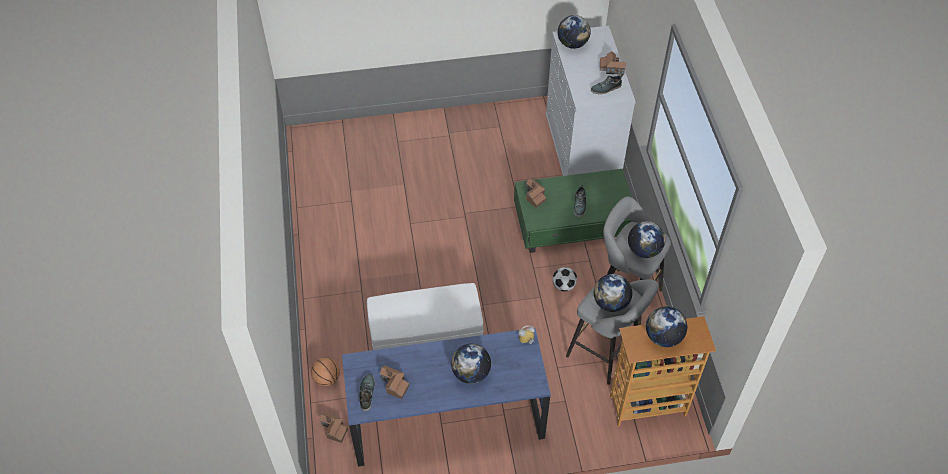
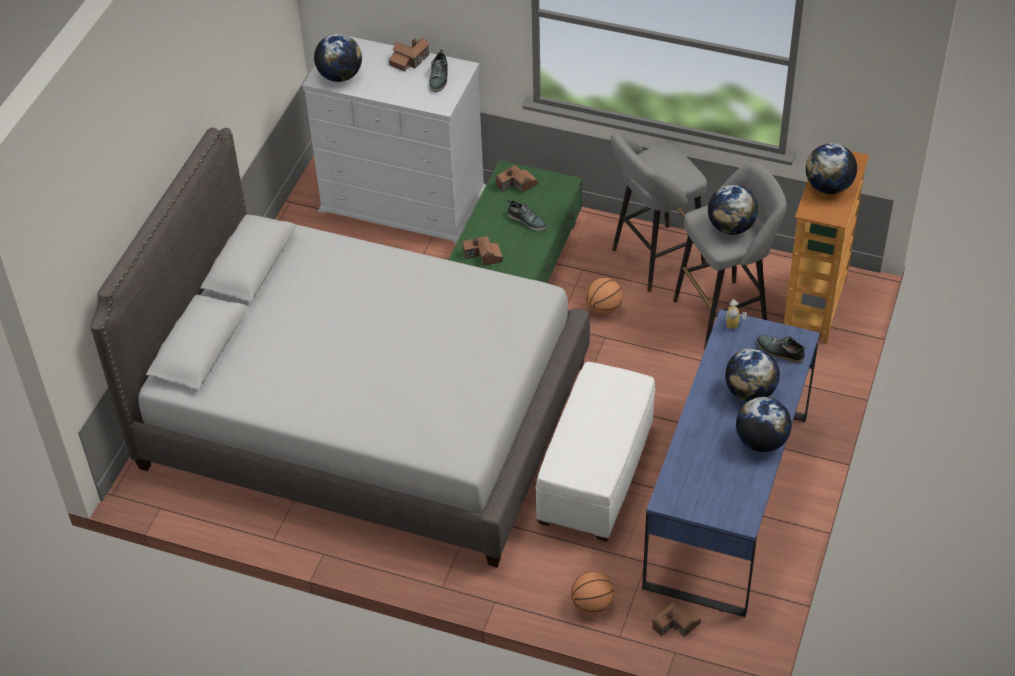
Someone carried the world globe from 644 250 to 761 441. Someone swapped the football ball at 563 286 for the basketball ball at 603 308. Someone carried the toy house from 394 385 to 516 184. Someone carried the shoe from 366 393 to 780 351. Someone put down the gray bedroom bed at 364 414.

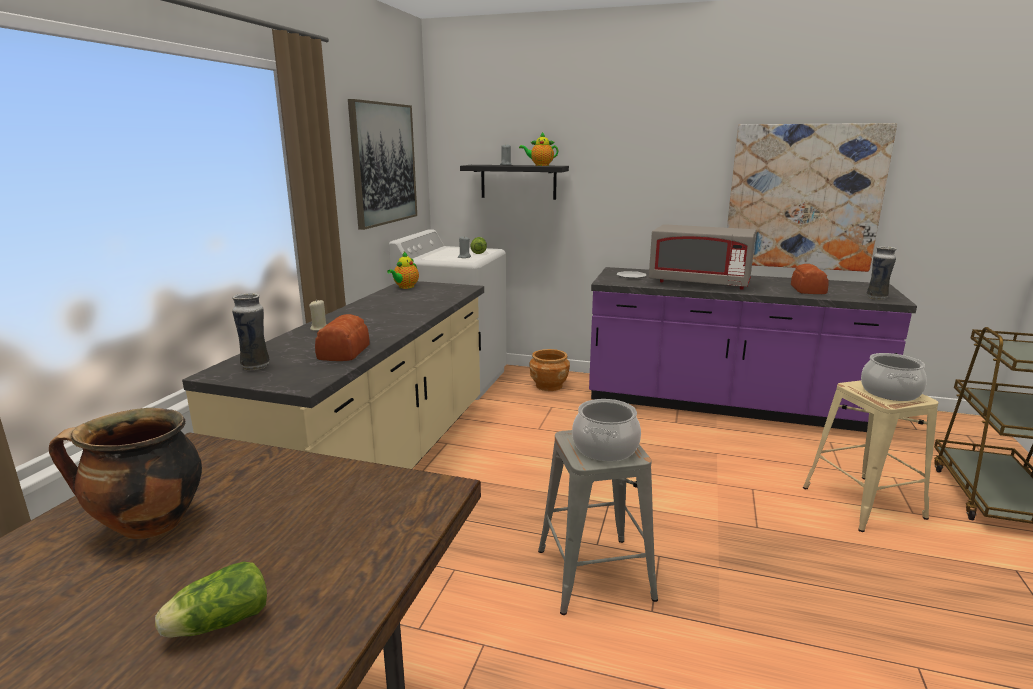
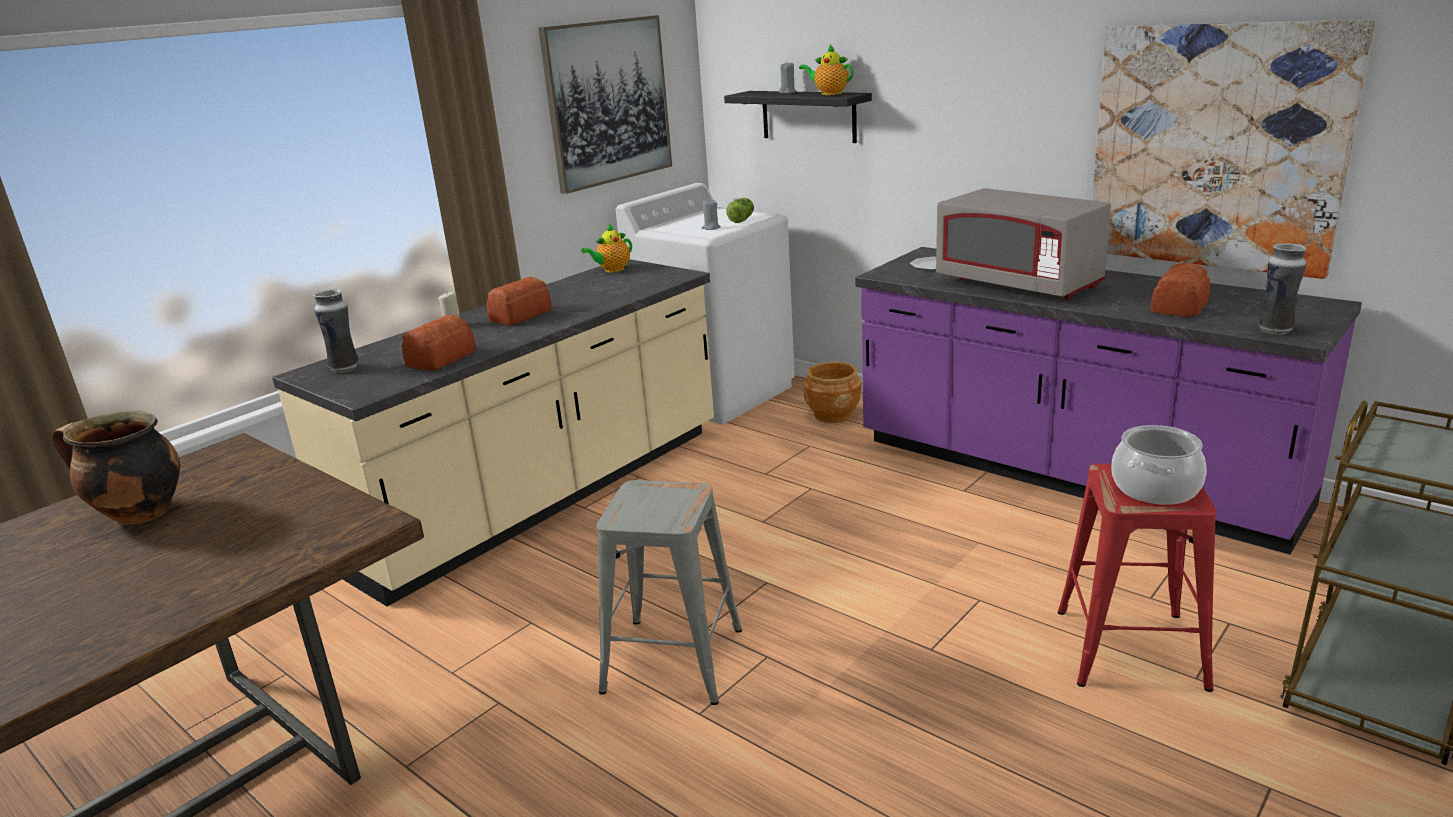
Someone repainted the beige-coloured stool seat at 864 502, which became the reddish stool seat at 1132 648. Someone took away the cooking pot at 605 448. Someone took away the head of lettuce at 216 624. Someone put down the baked bread at 522 315.

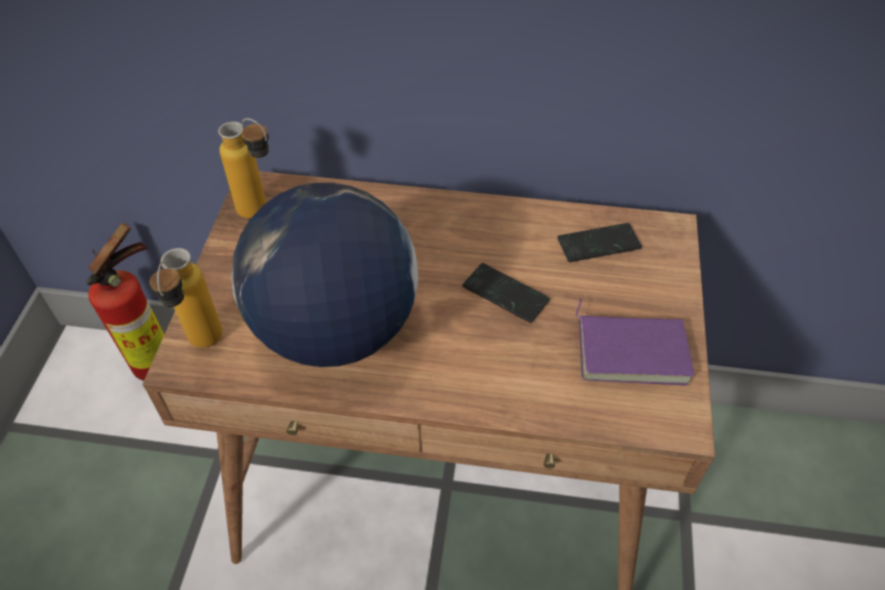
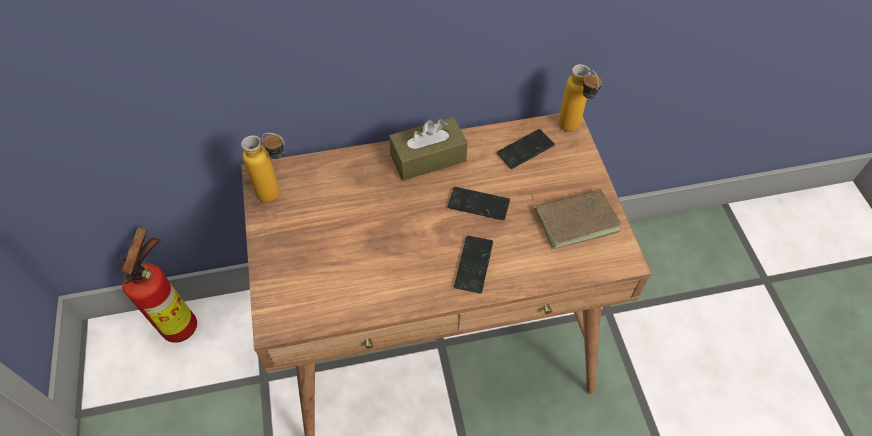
Someone took away the world globe at 335 330. Someone carried the drink bottle from 202 347 to 572 131. Someone repainted the purple bound book at 632 350, which became the brown bound book at 575 218. Someone put down the brown tissue box at 428 158. Someone put down the handset at 473 265.

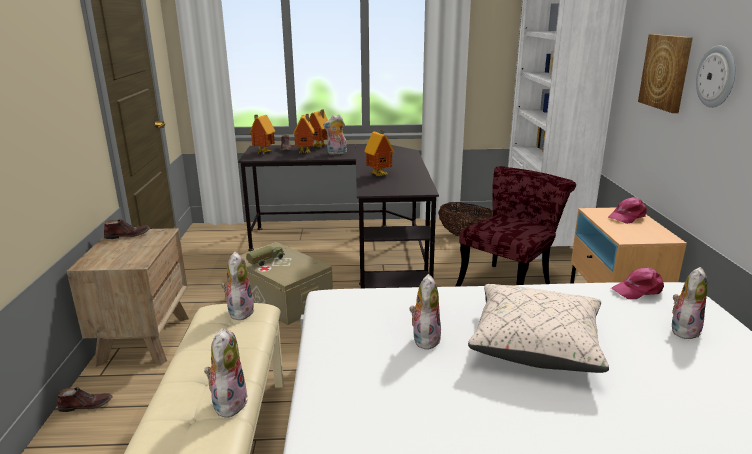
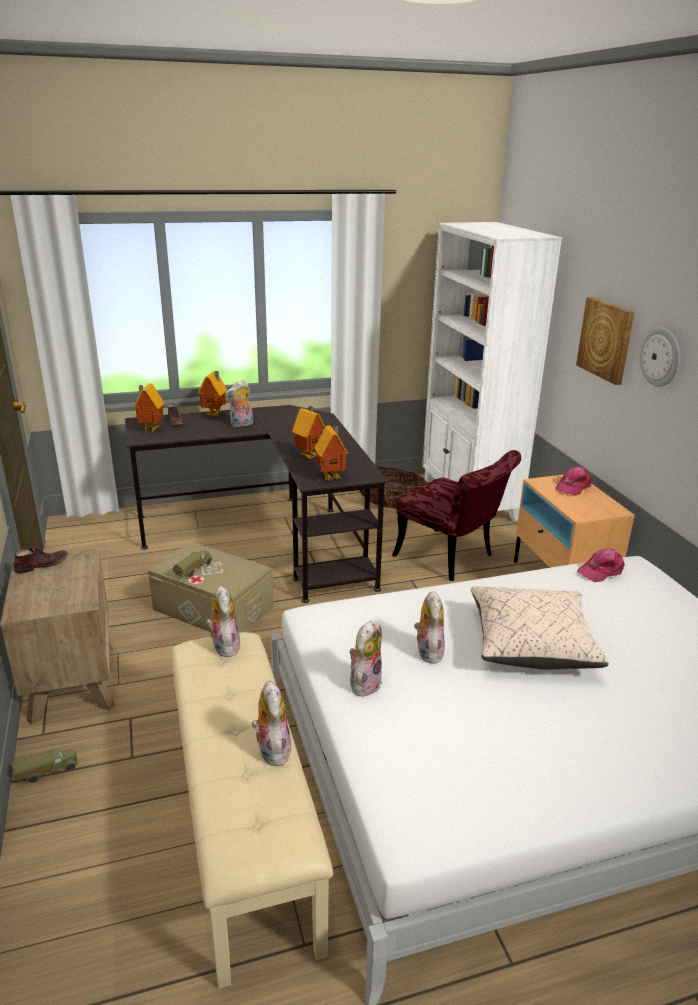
Someone carried the toy house from 306 152 to 332 477. Someone rotated the reddish upright chair at 509 282 by 105 degrees clockwise. Someone carried the soft toy from 683 329 to 364 683. Someone swapped the brown shoe at 86 405 for the toy lorry at 47 771.

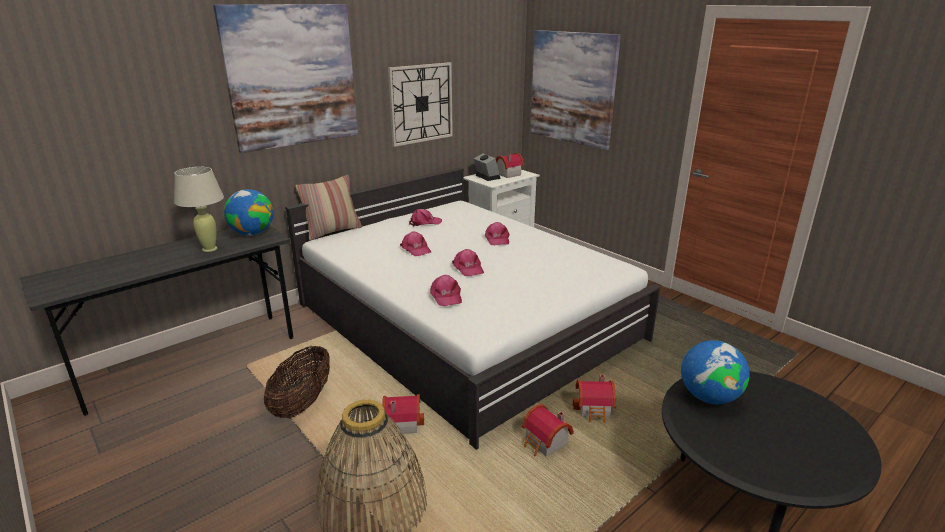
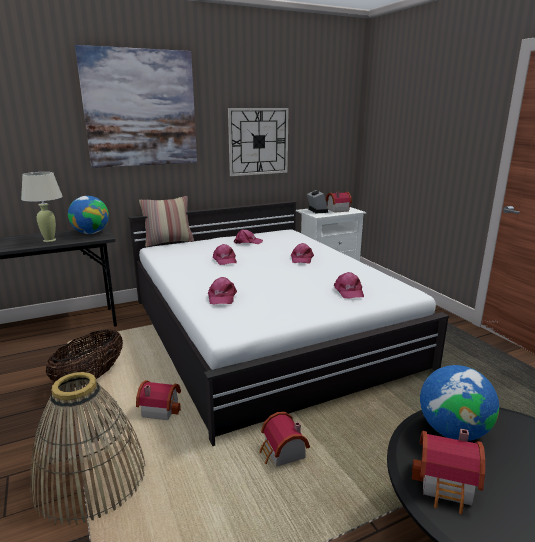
Someone took away the wall picture at 572 88. Someone carried the pink-coloured baseball cap from 468 268 to 348 291. Someone carried the toy house from 595 410 to 447 486.

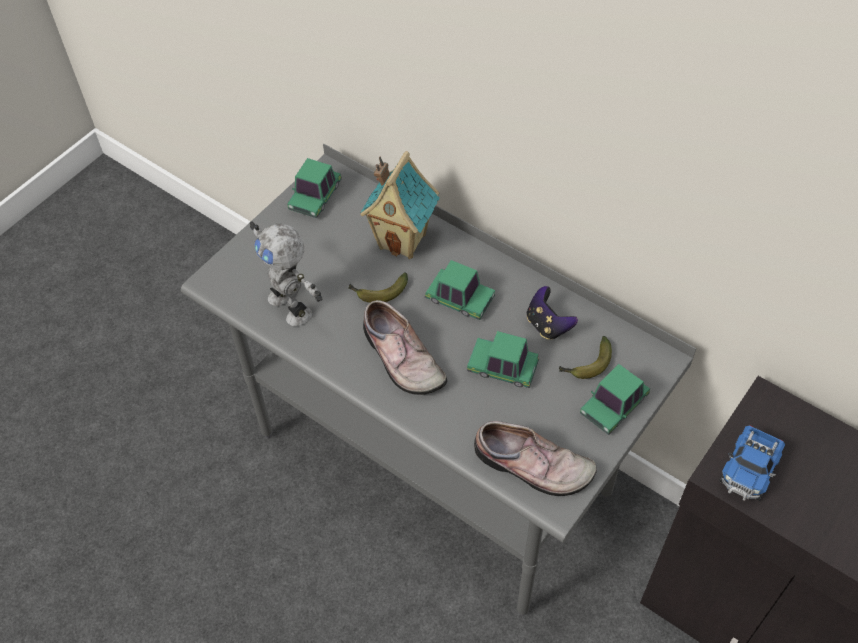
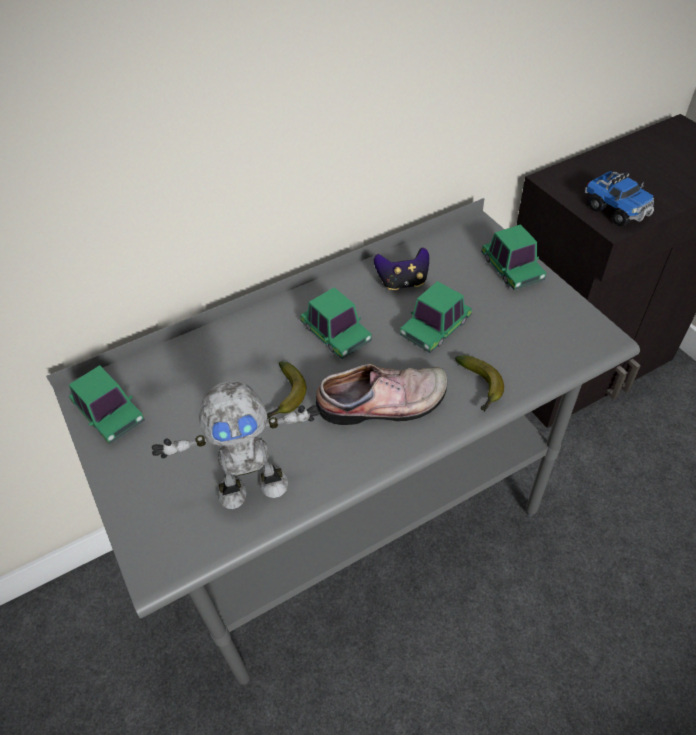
Someone took away the toy house at 403 240. Someone rotated the miniature car at 459 299 by 90 degrees clockwise. Someone carried the banana from 586 365 to 480 387. Someone took away the shoe at 532 467.

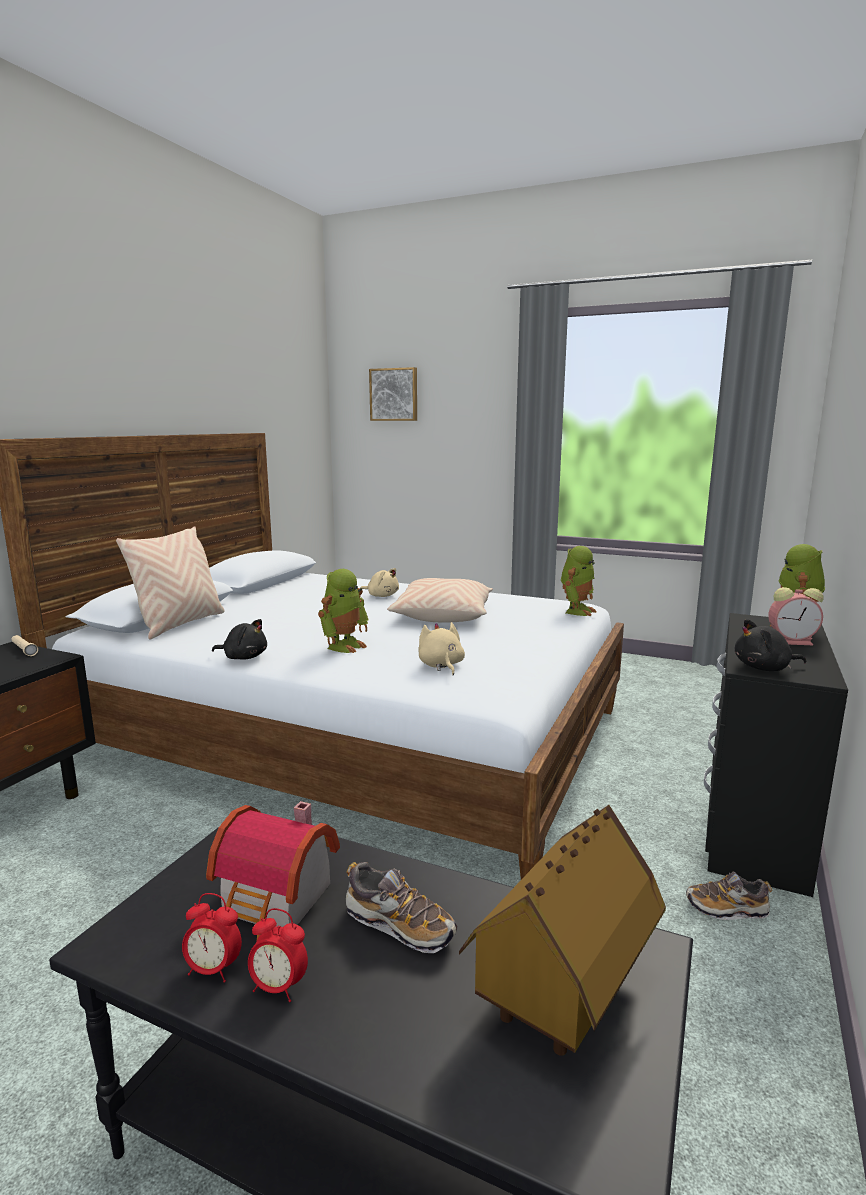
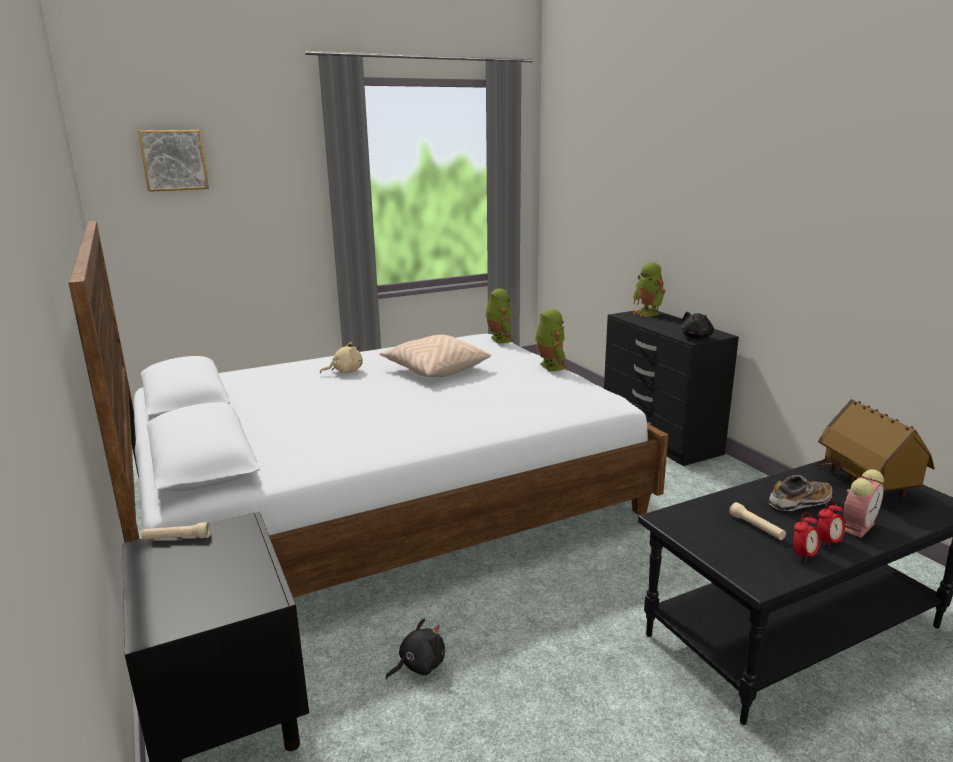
Someone took away the beige-coloured pillow at 180 624. Someone carried the model robot from 344 646 to 549 367. Someone carried the bedside clock from 792 641 to 858 526. Someone carried the black-coloured soft toy from 243 657 to 419 665. Someone took away the beige-coloured soft toy at 441 666. Someone swapped the toy house at 276 903 for the beige-coloured flashlight at 756 527. Someone took away the shoe at 727 909.

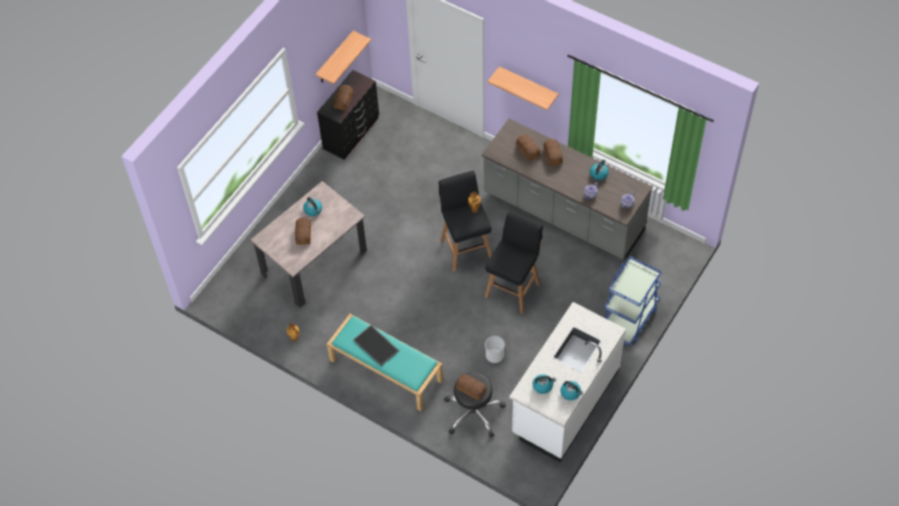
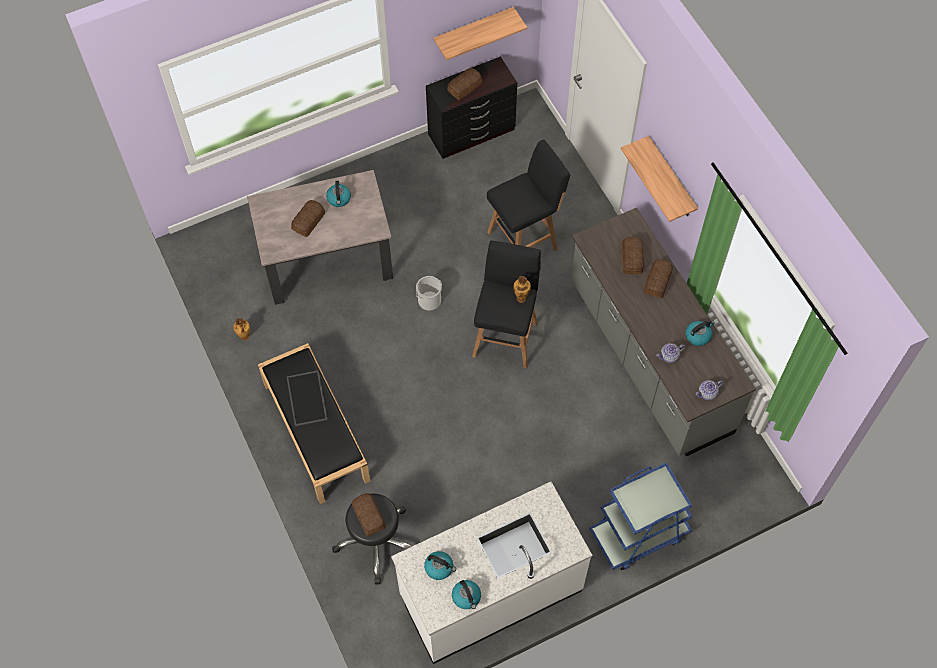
Someone carried the black-coloured stool seat from 513 288 to 524 240. Someone repainted the turquoise-coloured long seat at 385 370, which became the black-coloured long seat at 315 431. Someone carried the water bucket from 494 355 to 429 301.

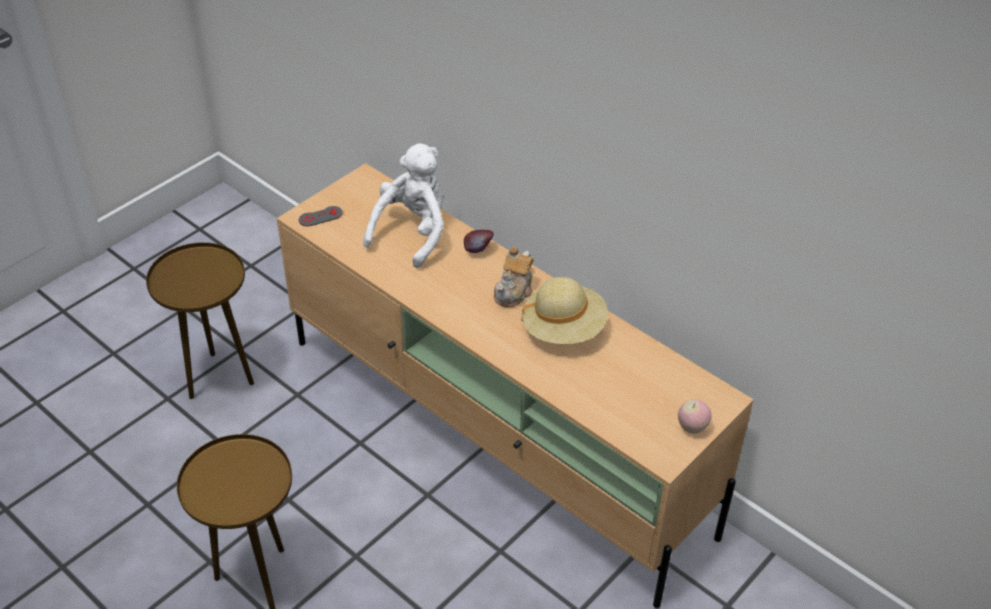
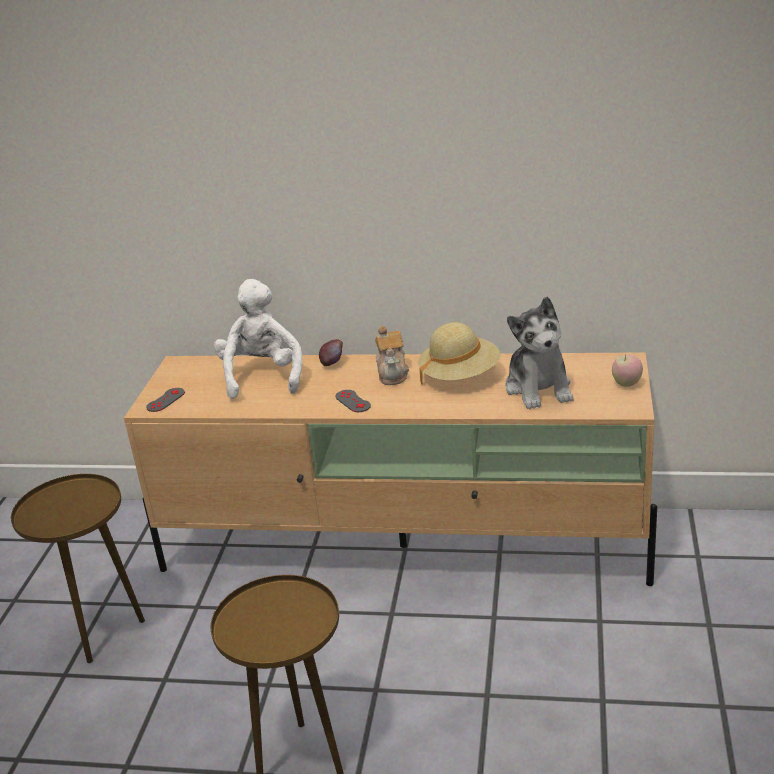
Someone put down the soft toy at 539 388. Someone put down the gray joypad at 353 401.

